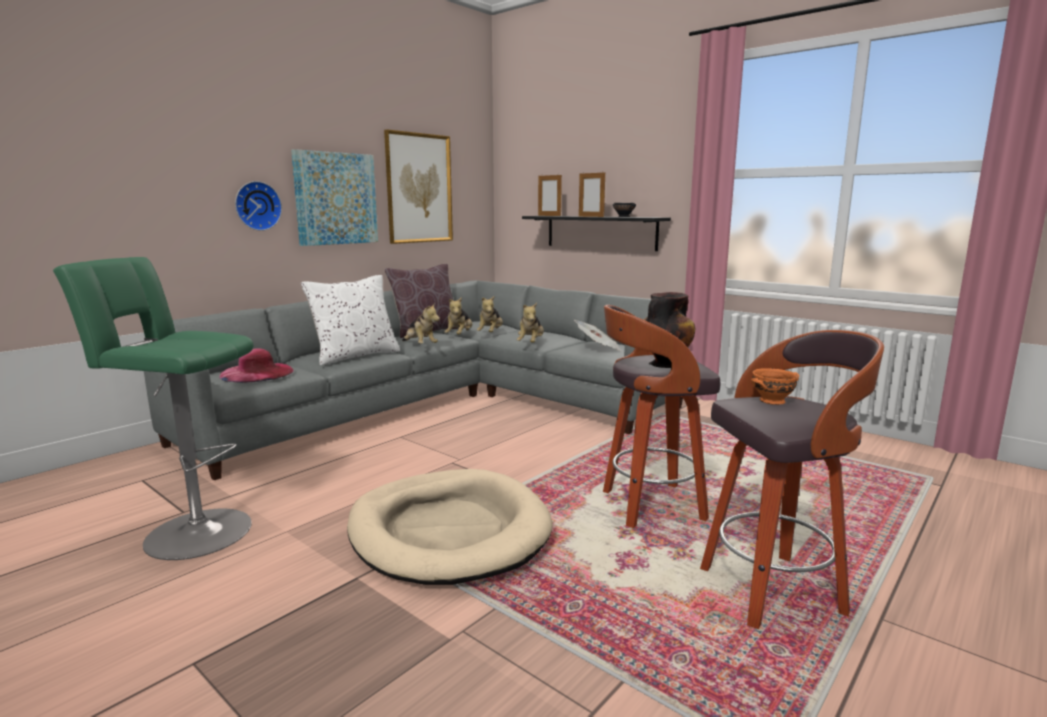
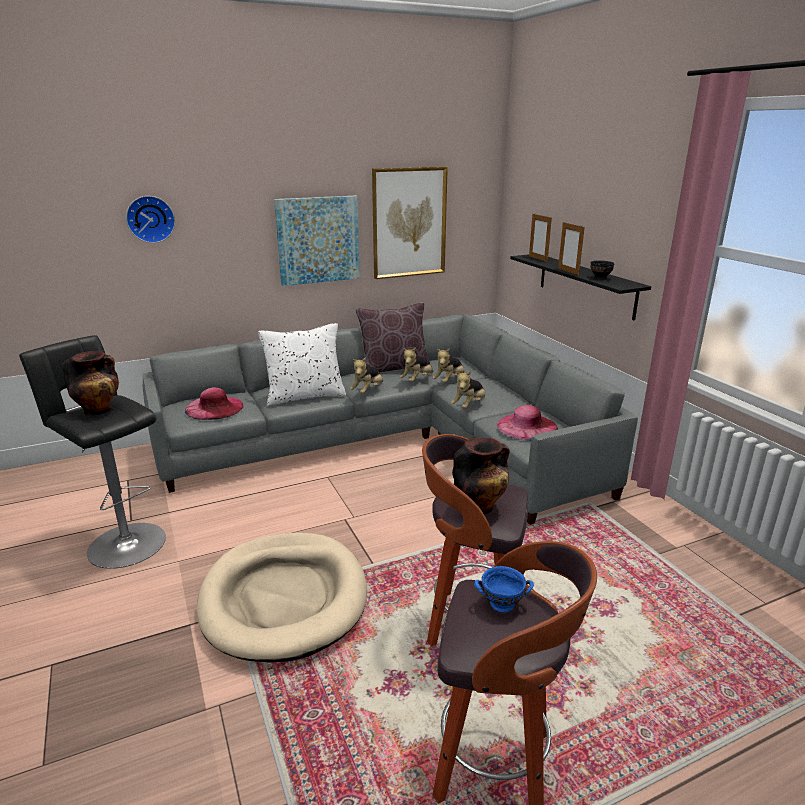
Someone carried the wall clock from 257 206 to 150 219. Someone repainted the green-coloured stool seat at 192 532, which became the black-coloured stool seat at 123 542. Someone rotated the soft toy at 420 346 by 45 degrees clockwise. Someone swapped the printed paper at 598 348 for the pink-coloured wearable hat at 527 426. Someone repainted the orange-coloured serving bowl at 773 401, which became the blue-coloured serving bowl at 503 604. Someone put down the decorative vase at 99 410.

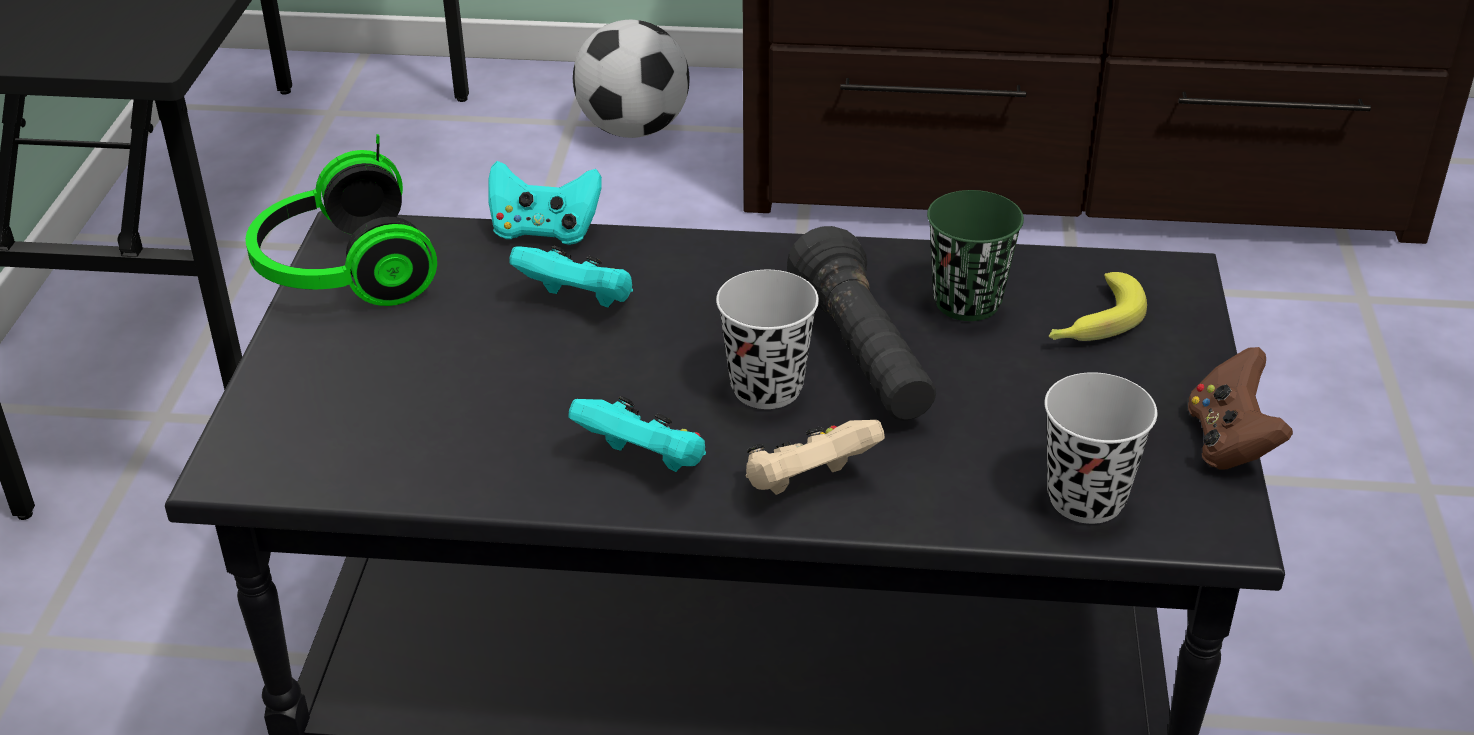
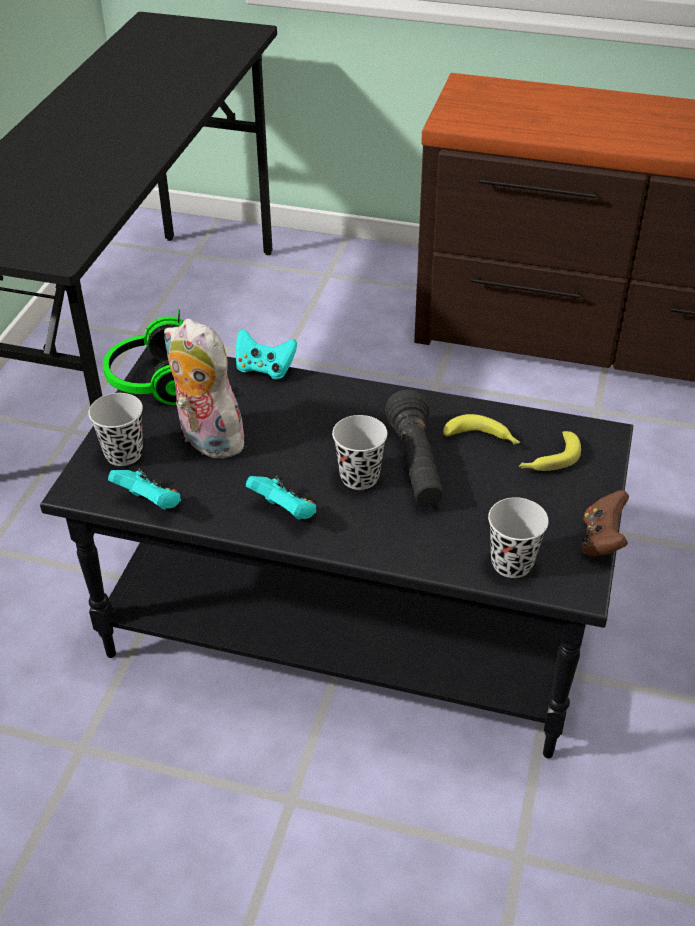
Someone took away the football ball at 633 130. Someone swapped the green-coloured cup at 967 302 for the banana at 482 439. Someone carried the turquoise-coloured joypad from 579 302 to 150 503. Someone took away the beige-coloured joypad at 807 484. Someone put down the soft toy at 206 440. Someone put down the black-coloured cup at 123 454.

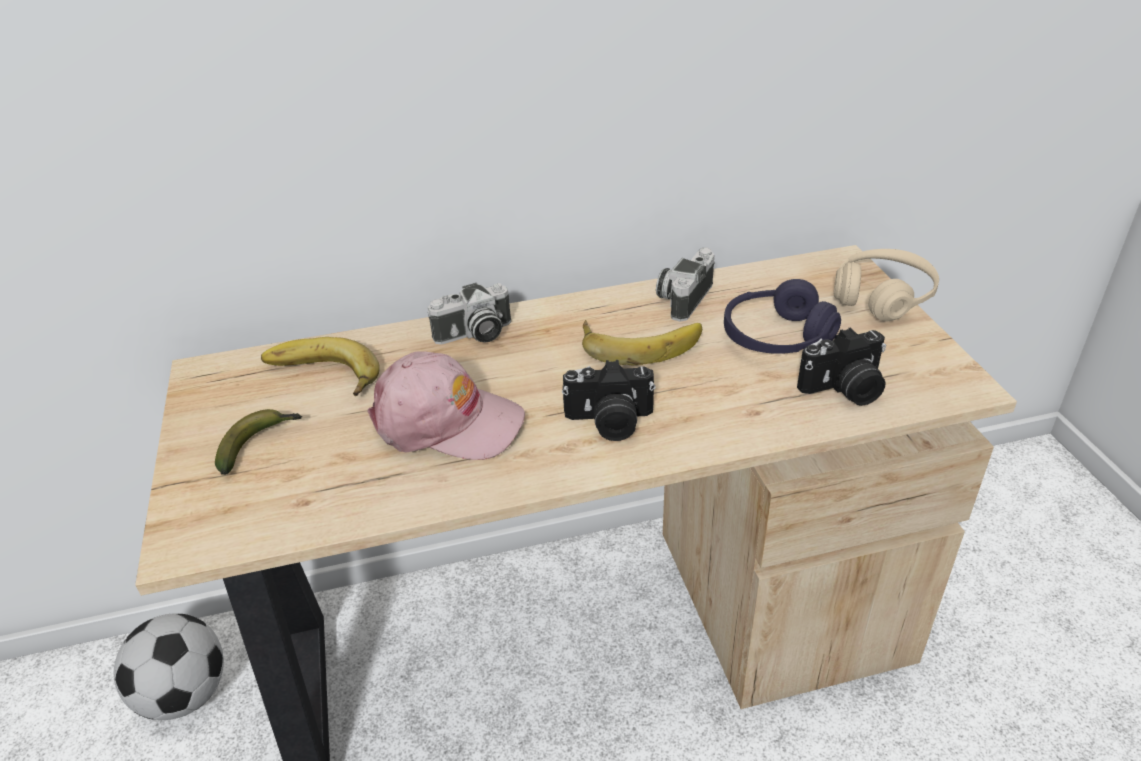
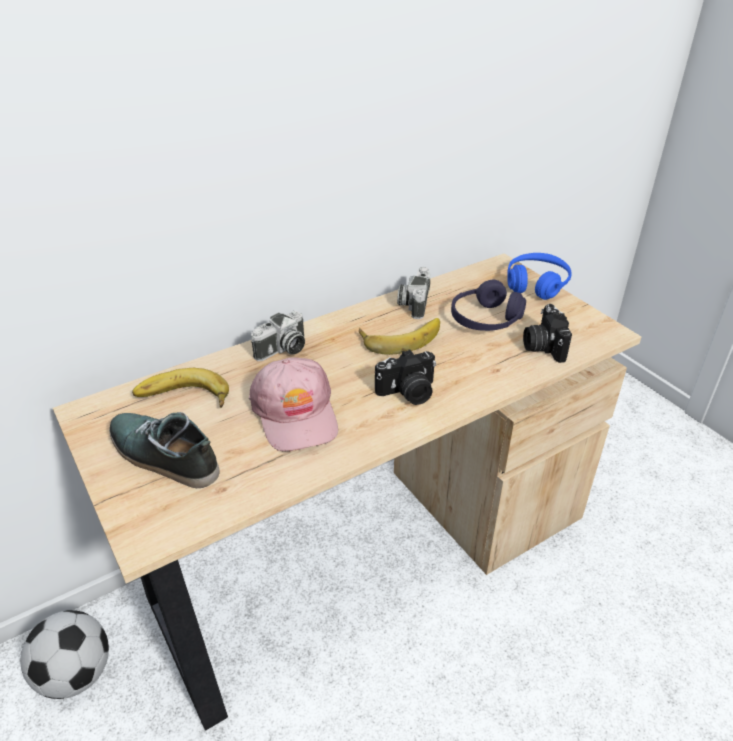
Someone repainted the beige-coloured headphones at 882 297, which became the blue-coloured headphones at 536 284. Someone rotated the photo camera at 844 390 by 120 degrees clockwise. Someone rotated the pink-coloured baseball cap at 446 421 by 75 degrees clockwise. Someone swapped the banana at 259 444 for the shoe at 163 456.

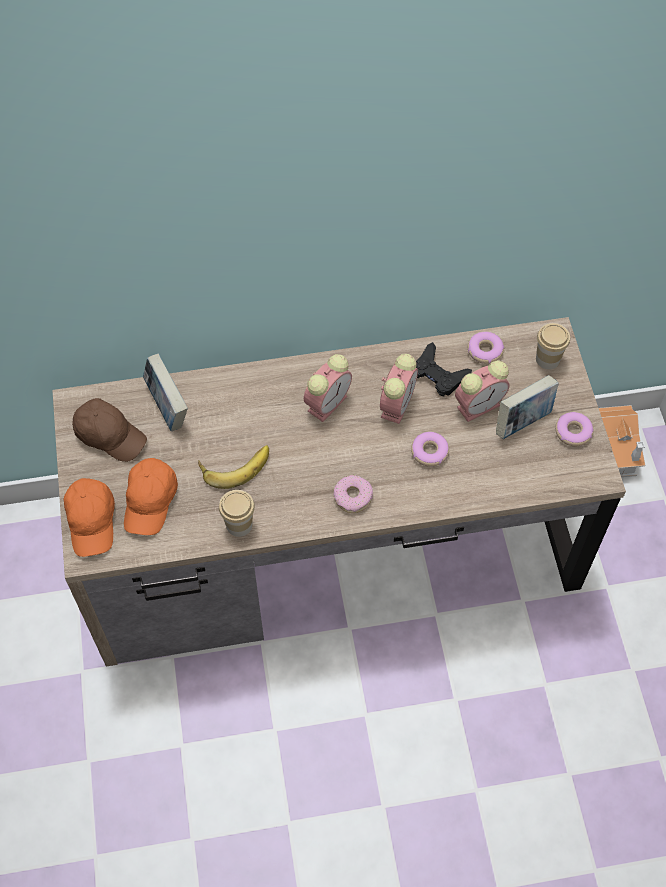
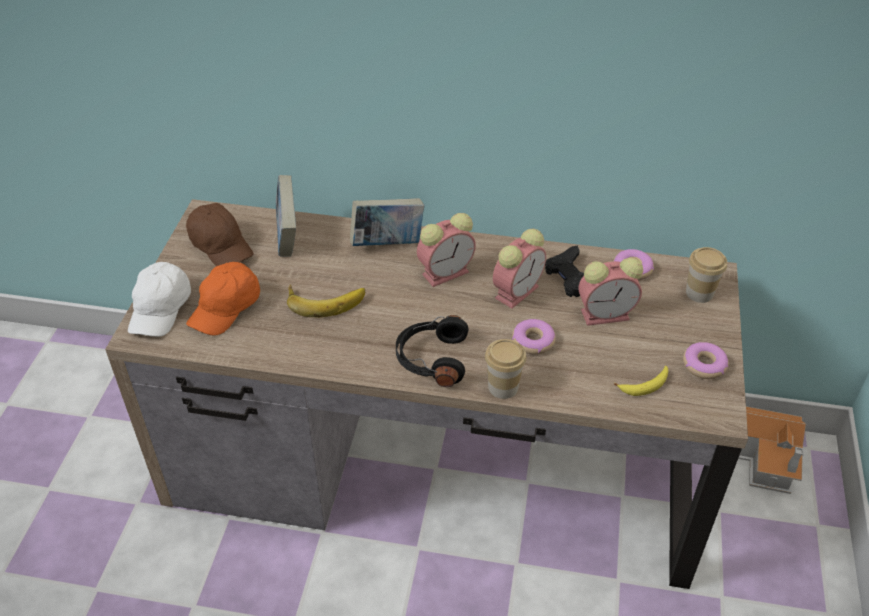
Someone carried the bound book from 523 421 to 387 244. Someone swapped the donut at 353 497 for the black-coloured headphones at 431 359. Someone repainted the orange-coloured baseball cap at 92 521, which became the whitish baseball cap at 161 309. Someone carried the cup from 239 524 to 503 387. Someone put down the banana at 645 385.

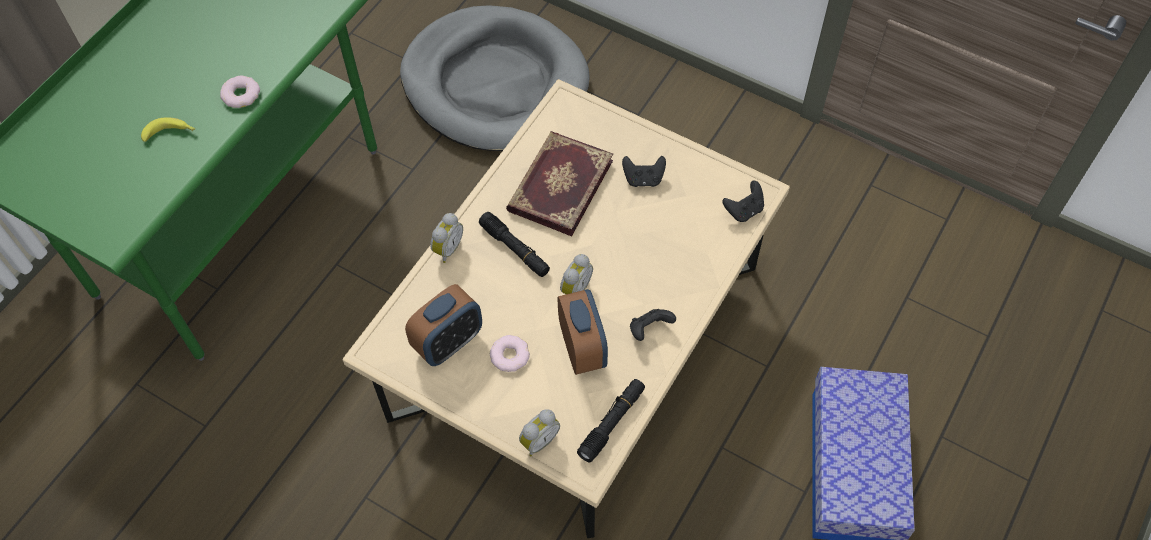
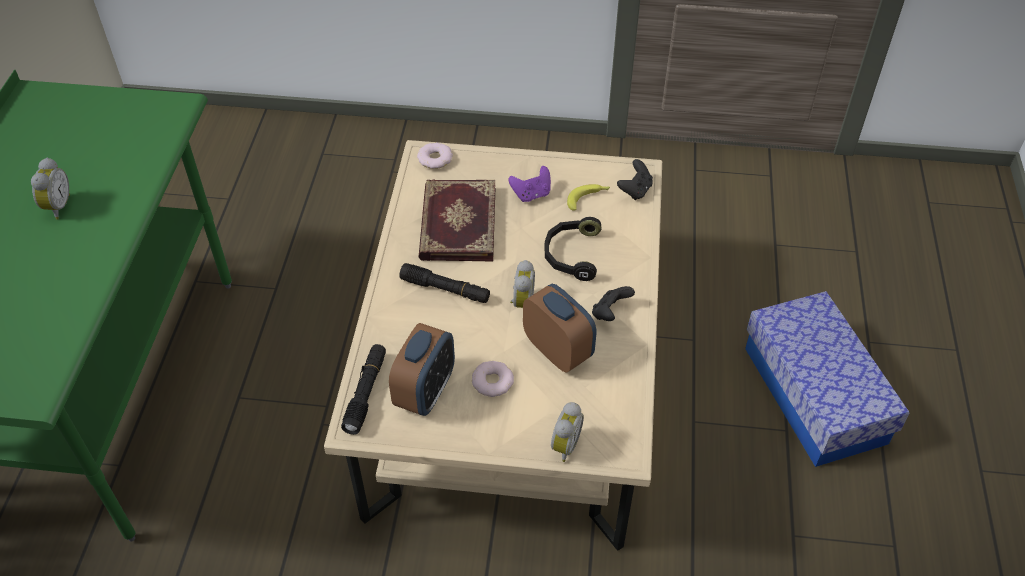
Someone took away the gray dog bed at 495 84. Someone carried the donut from 241 94 to 435 159. Someone carried the banana from 170 133 to 588 199. Someone repainted the black-coloured joypad at 643 179, which became the purple joypad at 531 194. Someone carried the bedside clock from 447 248 to 57 207. Someone carried the black-coloured flashlight from 612 423 to 366 393. Someone put down the black-coloured headphones at 571 254.

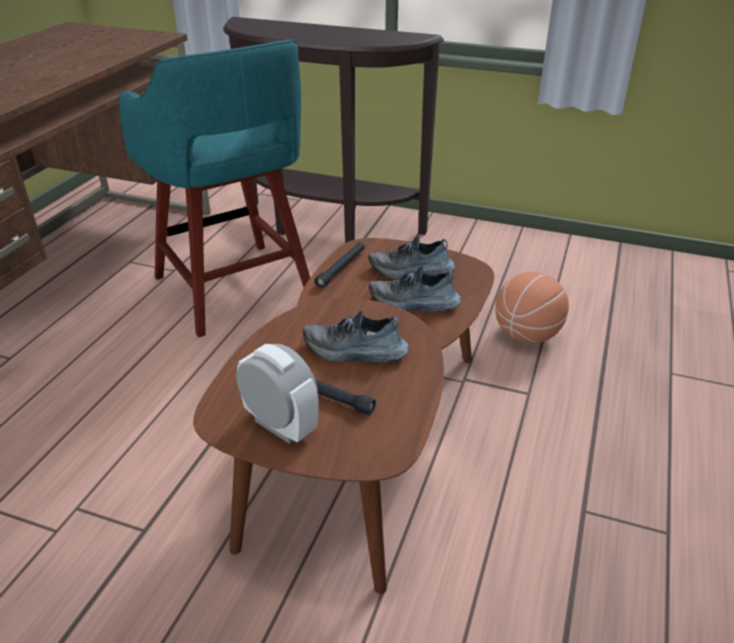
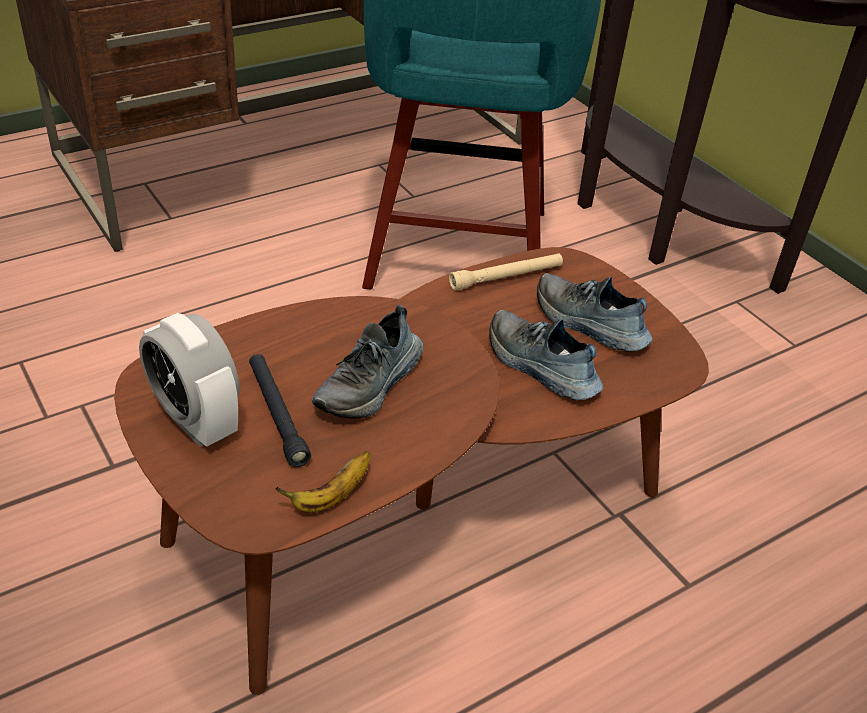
Someone repainted the black-coloured flashlight at 341 268, which became the beige-coloured flashlight at 506 277. Someone took away the basketball ball at 527 335. Someone rotated the shoe at 354 352 by 105 degrees counterclockwise. Someone rotated the bedside clock at 280 425 by 150 degrees clockwise. Someone put down the banana at 331 497.

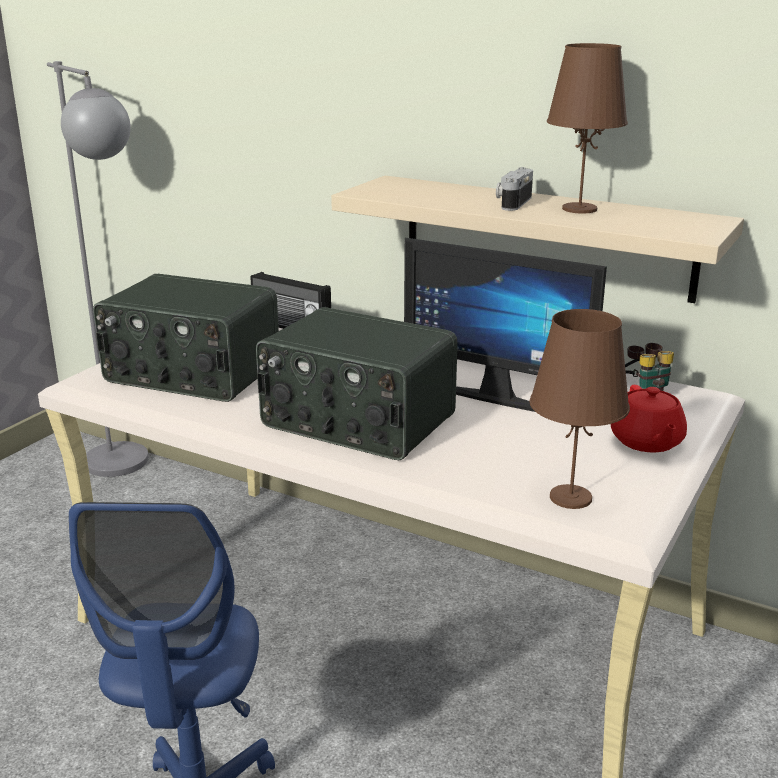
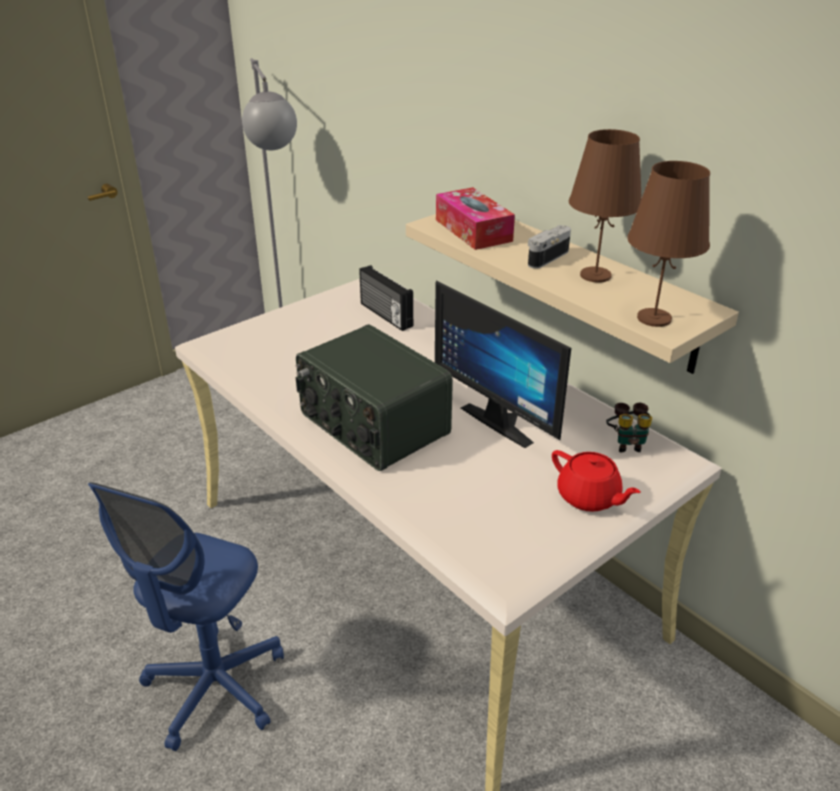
Someone took away the radio receiver at 191 374. Someone carried the brown lamp for a table from 571 498 to 654 318. Someone rotated the reddish pot for tea at 646 442 by 60 degrees counterclockwise. Someone put down the tissue box at 473 230.

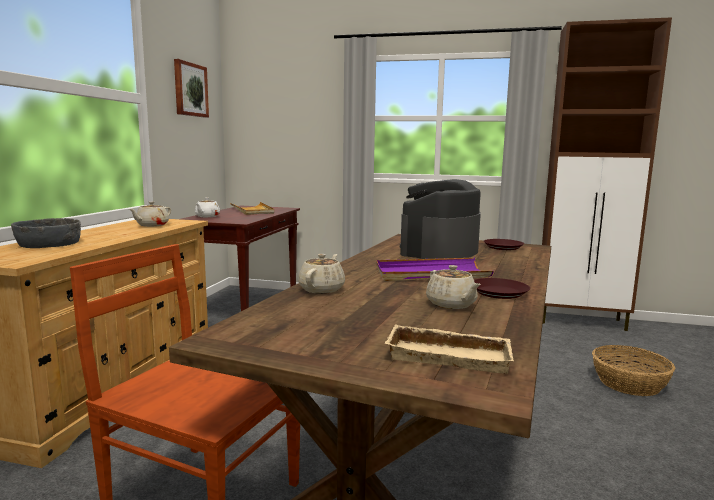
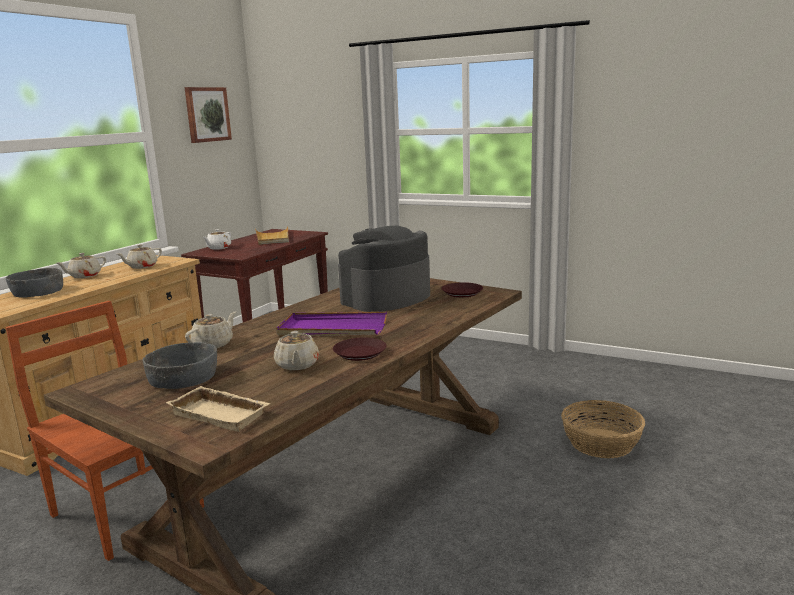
Someone took away the brown storage cabinet at 582 321. Someone put down the beige-coloured pot for tea at 84 276. Someone put down the gray serving bowl at 184 378.

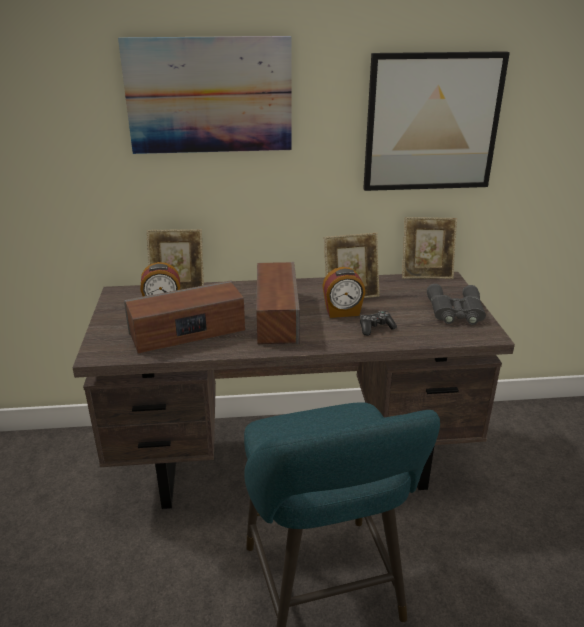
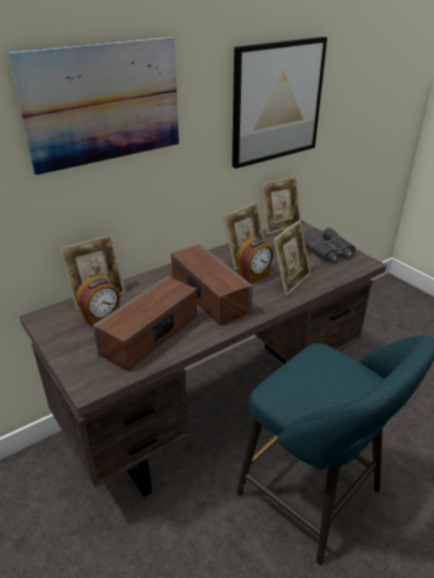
Someone swapped the joypad at 375 328 for the standing frame at 290 281.

